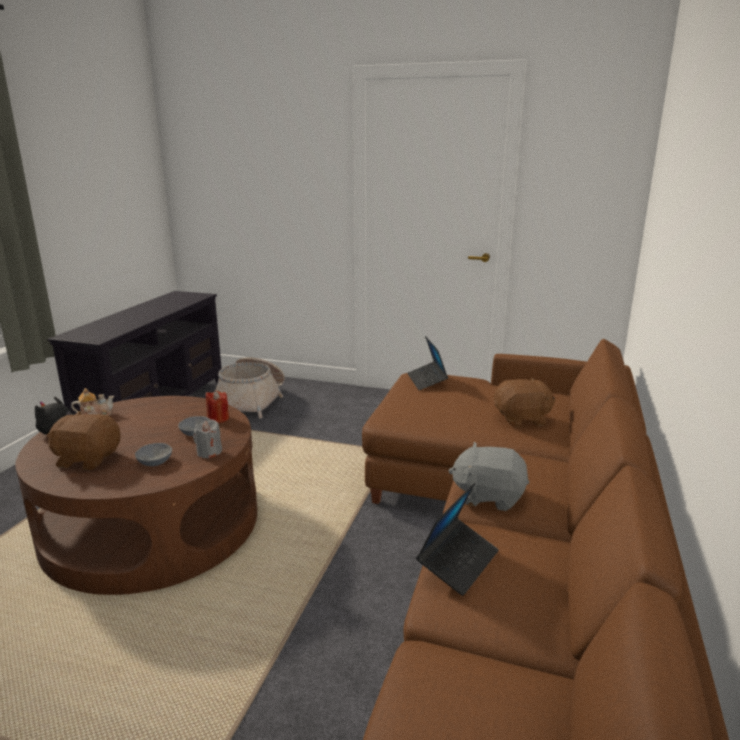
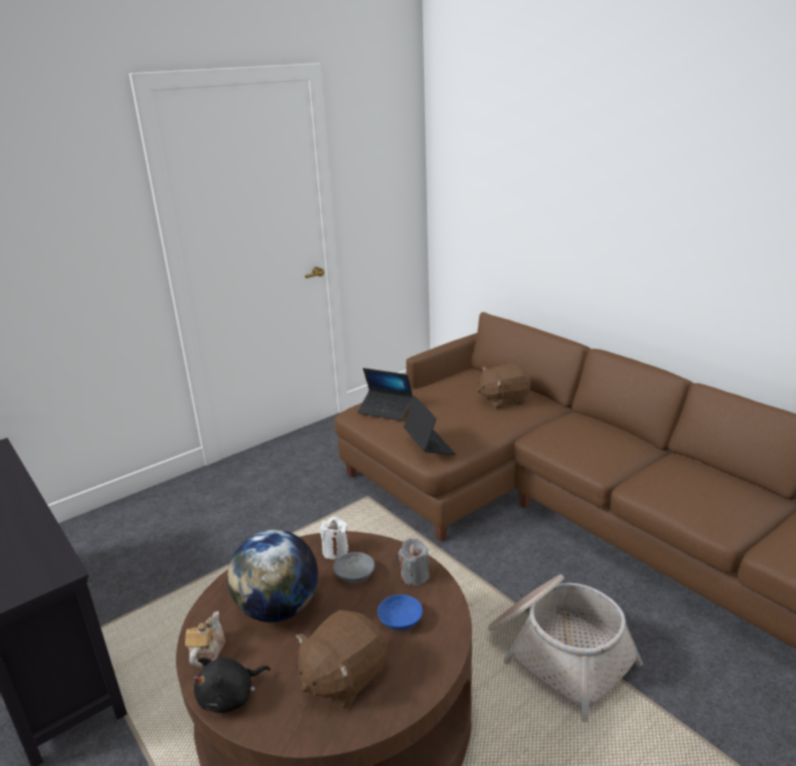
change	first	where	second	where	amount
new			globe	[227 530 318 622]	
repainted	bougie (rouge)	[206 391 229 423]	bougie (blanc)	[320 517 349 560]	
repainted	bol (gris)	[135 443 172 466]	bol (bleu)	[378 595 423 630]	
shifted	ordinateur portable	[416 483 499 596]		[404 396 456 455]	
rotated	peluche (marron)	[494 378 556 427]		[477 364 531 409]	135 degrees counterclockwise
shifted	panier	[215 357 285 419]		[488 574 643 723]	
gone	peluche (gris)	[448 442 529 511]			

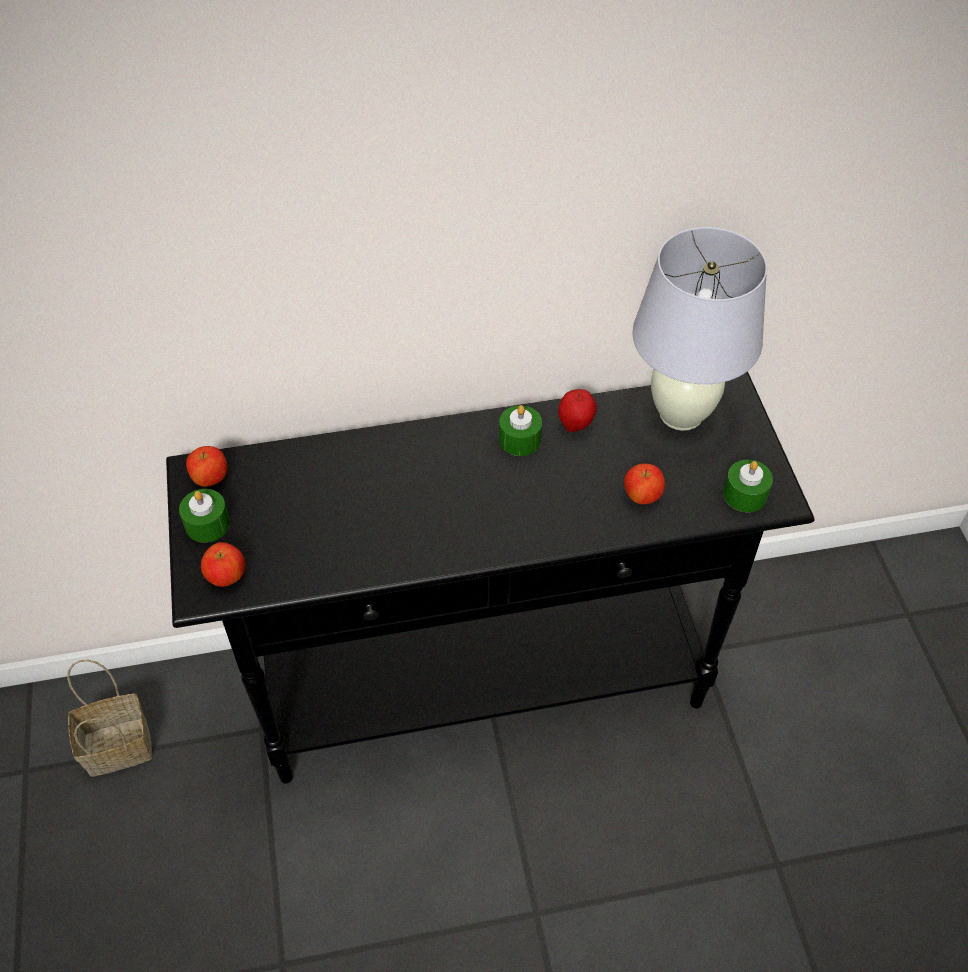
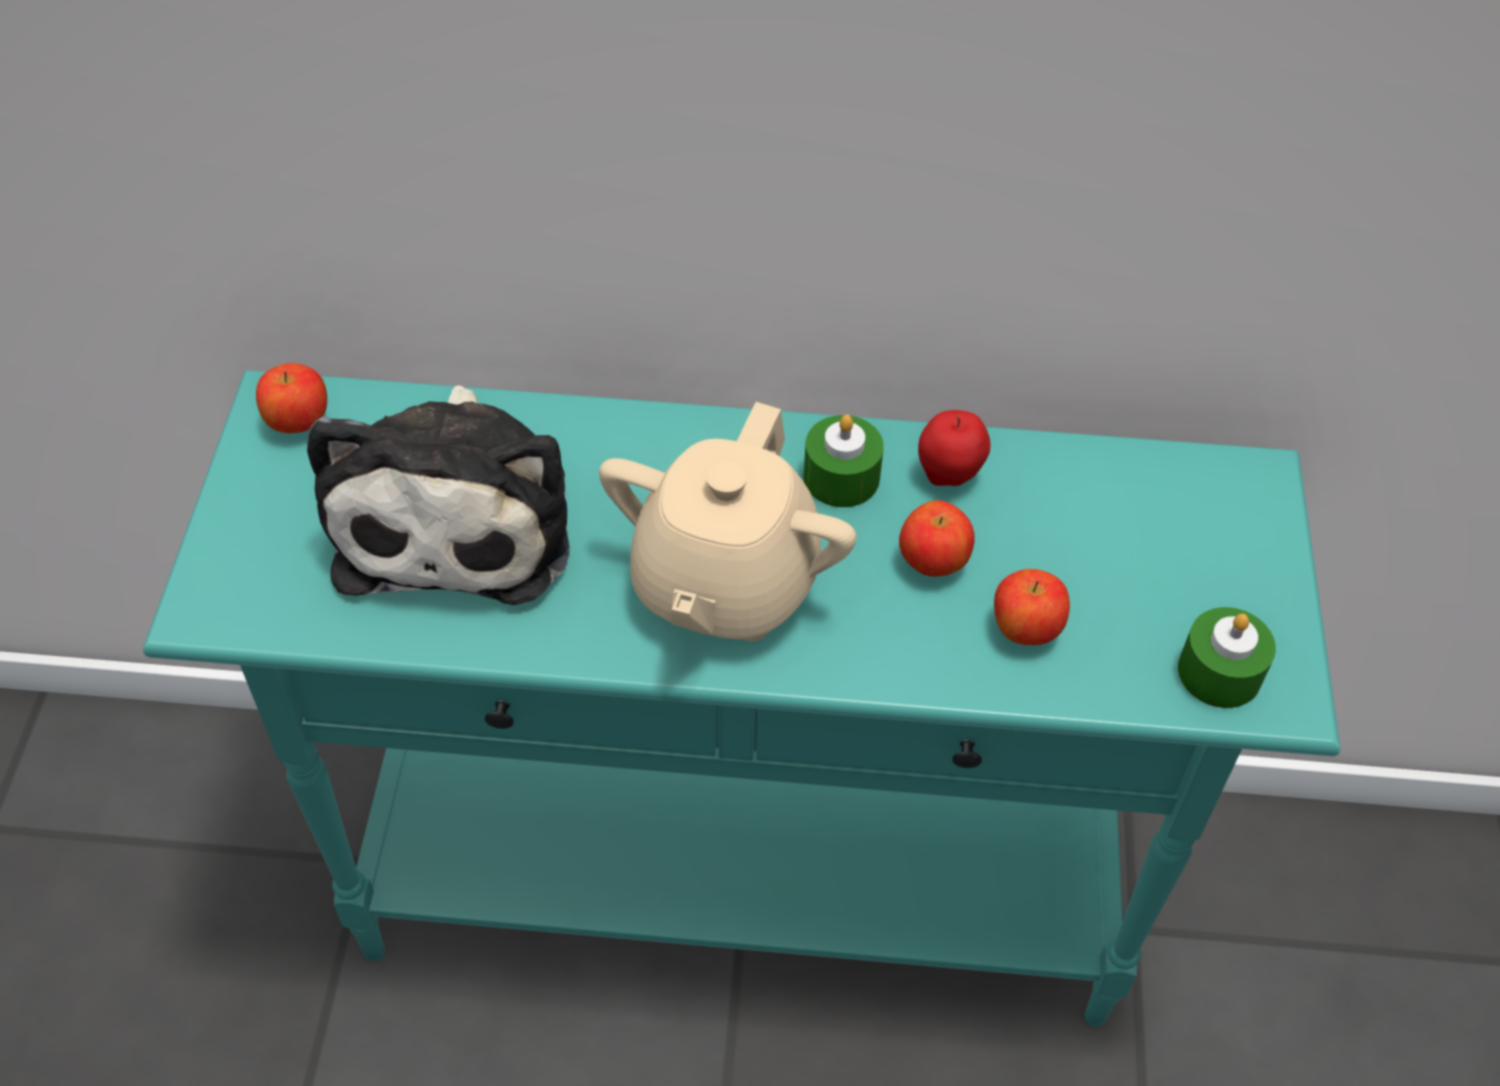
change	first	where	second	where	amount
repainted	table console (noir)	[166 371 815 784]	table console (turquoise)	[143 370 1340 1027]	
new			peluche	[307 386 570 605]	
new			théière (beige)	[599 402 857 641]	
shifted	pomme	[201 542 245 587]		[899 500 975 577]	
gone	panier	[67 659 152 777]			
gone	bougie (vert)	[179 489 230 543]			
gone	lampe de table (blanc)	[632 227 767 431]			

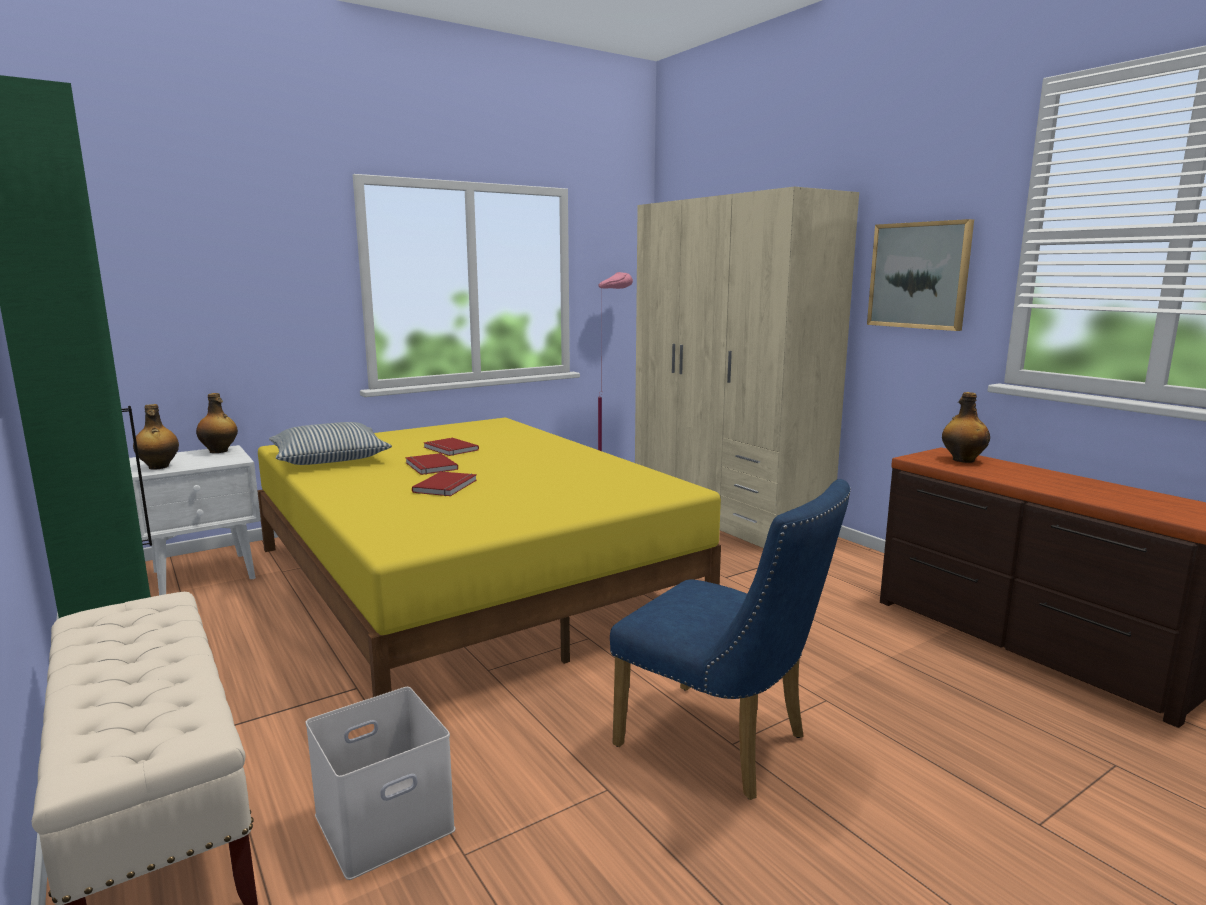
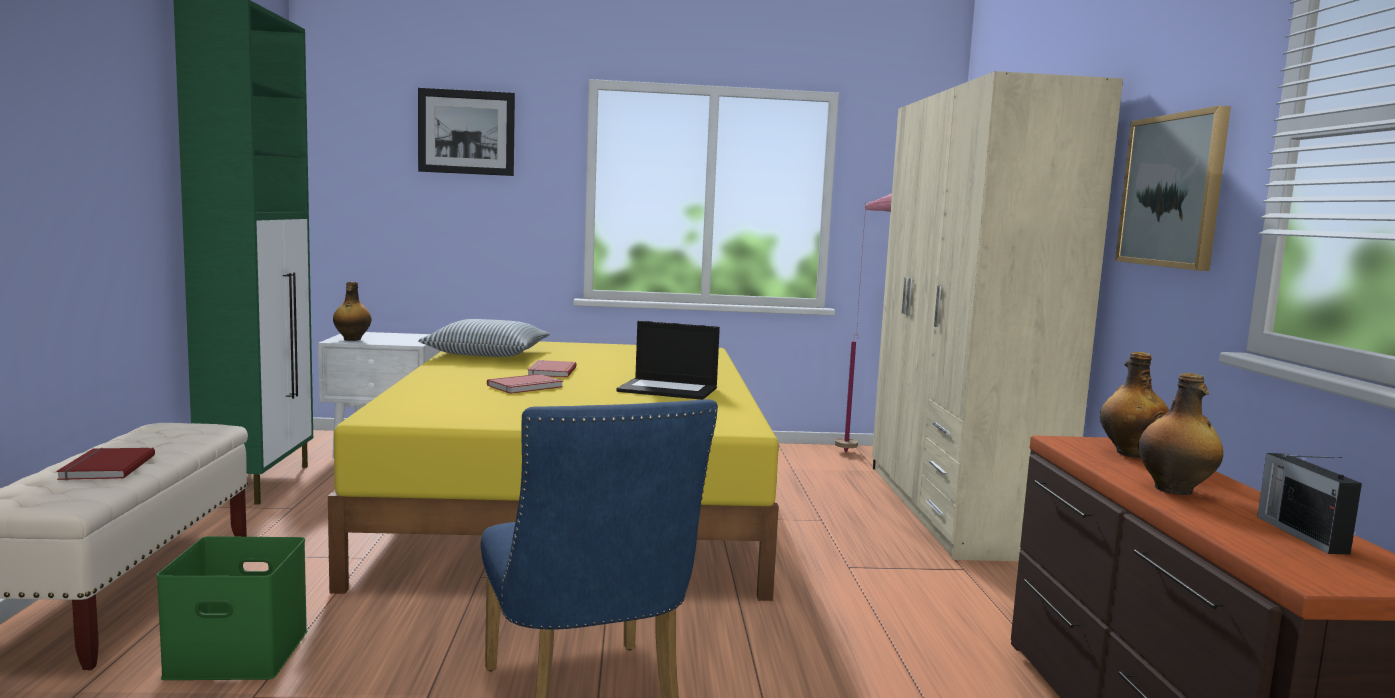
change	first	where	second	where	amount
shifted	livre (rouge)	[423 438 479 456]		[56 448 155 480]	
repainted	boîte de rangement (blanc)	[306 687 455 880]	boîte de rangement (vert)	[156 536 308 680]	
new			tableau	[418 88 515 176]	
new			ordinateur portable	[616 321 720 400]	
shifted	bouteille	[196 393 238 453]		[1138 373 1223 495]	
new			radio	[1257 453 1362 554]	

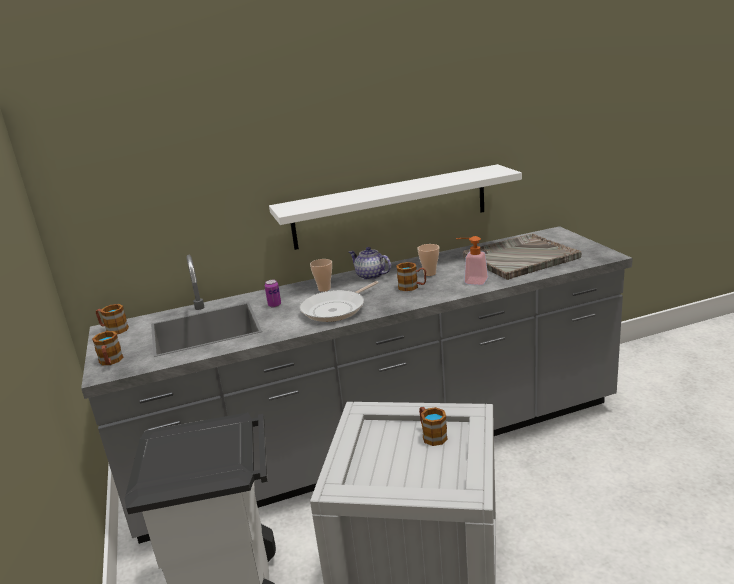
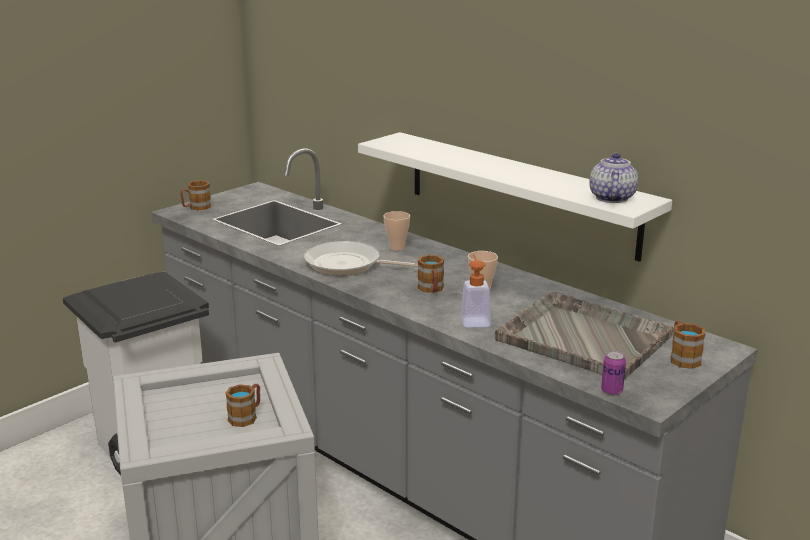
change	first	where	second	where	amount
shifted	théière	[349 247 391 280]		[590 153 638 203]	
shifted	boîte métallique	[265 280 281 307]		[601 351 626 395]	
shifted	mug	[96 304 129 334]		[671 321 705 369]	

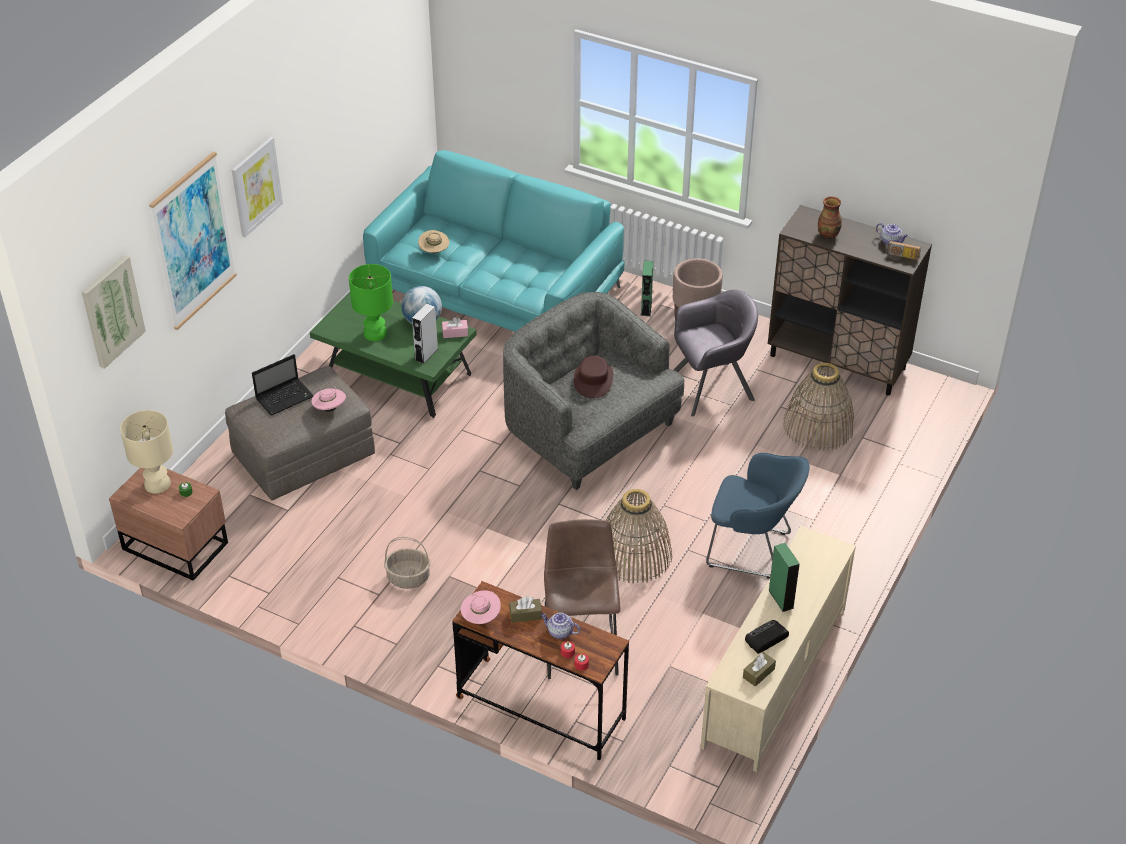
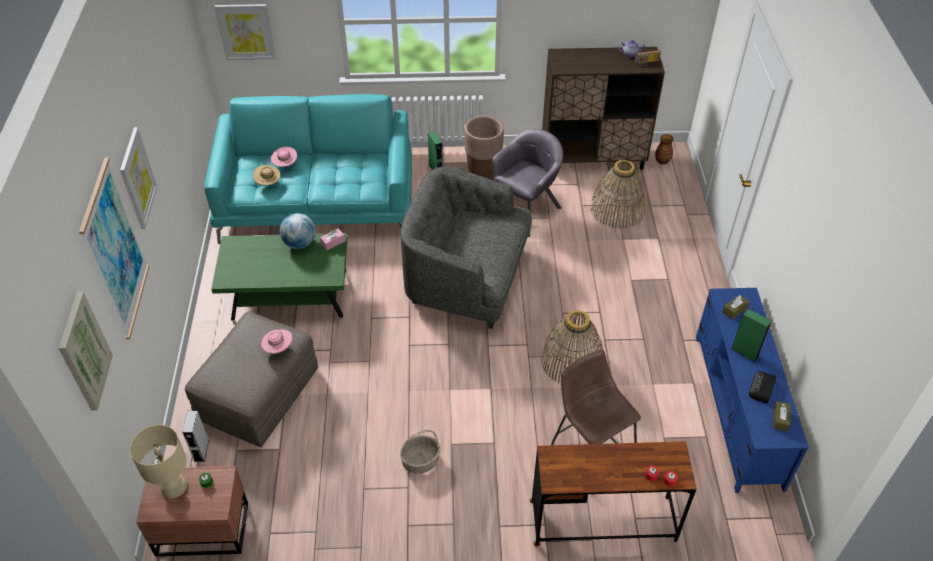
change	first	where	second	where	amount
shifted	enceinte (gris)	[412 303 438 364]		[182 411 209 462]	
new			tableau	[214 4 276 60]	
shifted	chapeau (rose)	[461 590 501 624]		[271 146 297 167]	
shifted	vase	[818 196 842 239]		[655 134 673 164]	
repainted	meuble télé (beige)	[700 526 856 772]	meuble télé (bleu)	[696 288 809 493]	
shifted	boîte à mouchoirs (marron)	[509 596 542 623]		[722 295 750 320]	
gone	ordinateur portable	[252 354 314 416]			
gone	lampe de table (vert)	[349 264 393 341]			
gone	théière	[541 613 580 639]			
gone	chapeau (marron)	[574 356 613 398]			
gone	fauteuil (bleu)	[706 453 810 579]			

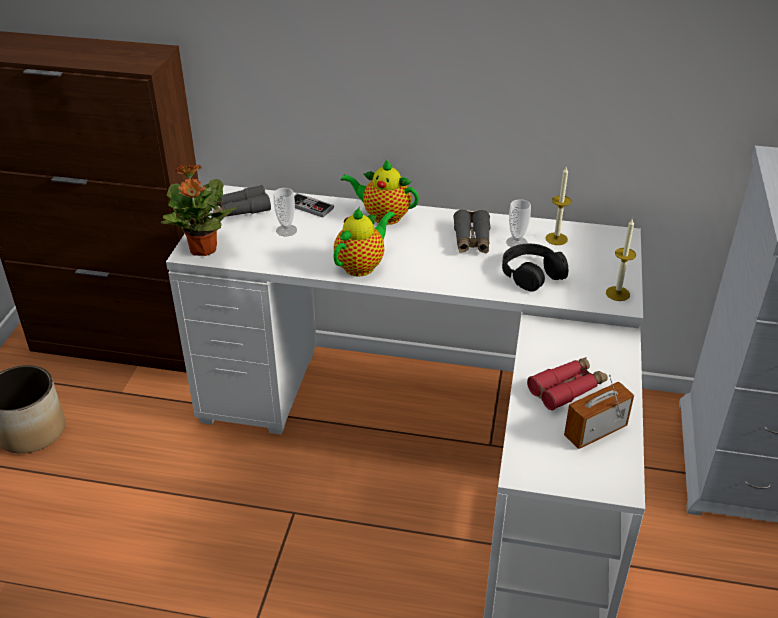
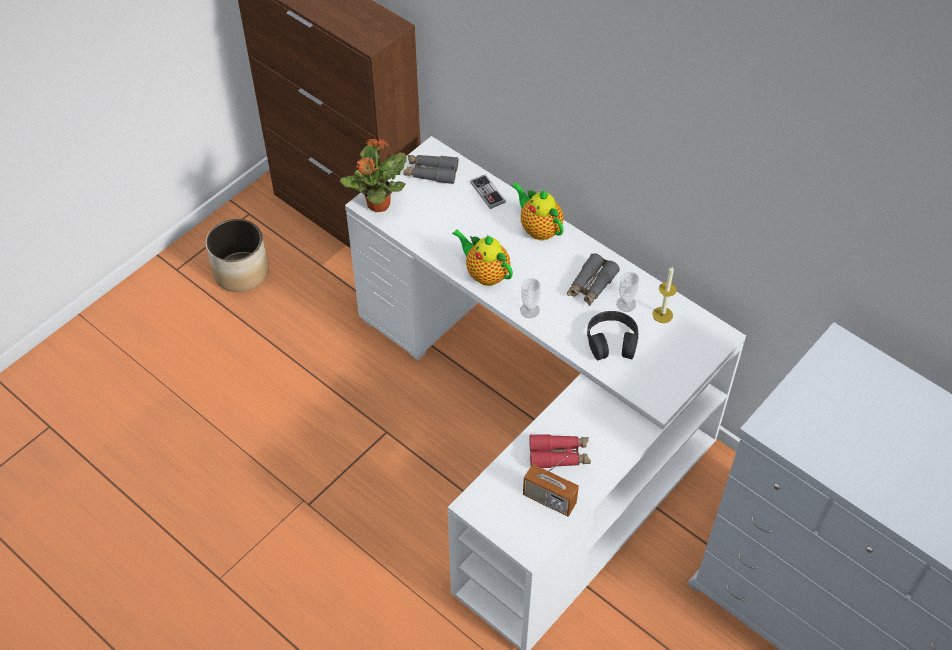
change	first	where	second	where	amount
rotated	théière	[333 207 395 277]		[452 229 513 286]	120 degrees counterclockwise
shifted	tasse	[273 188 297 236]		[520 278 541 318]	
rotated	radio	[564 375 634 449]		[523 456 579 517]	150 degrees counterclockwise
gone	bougie	[606 218 636 301]			

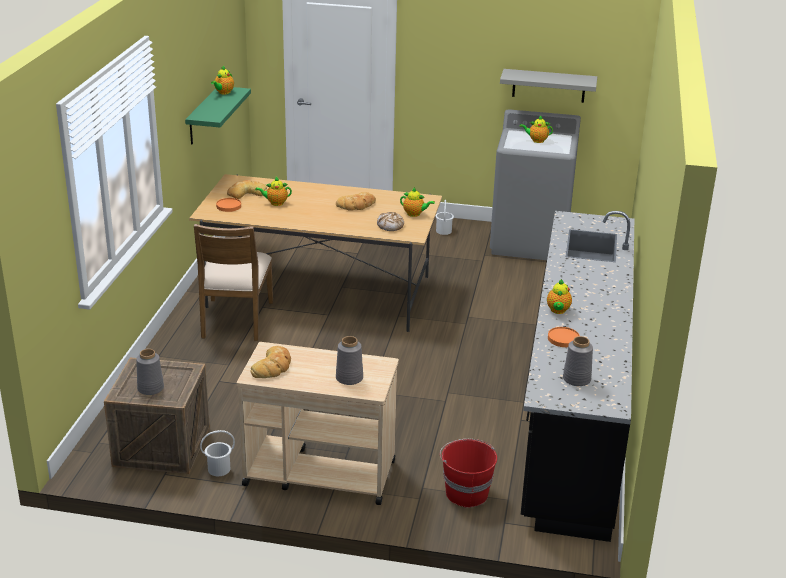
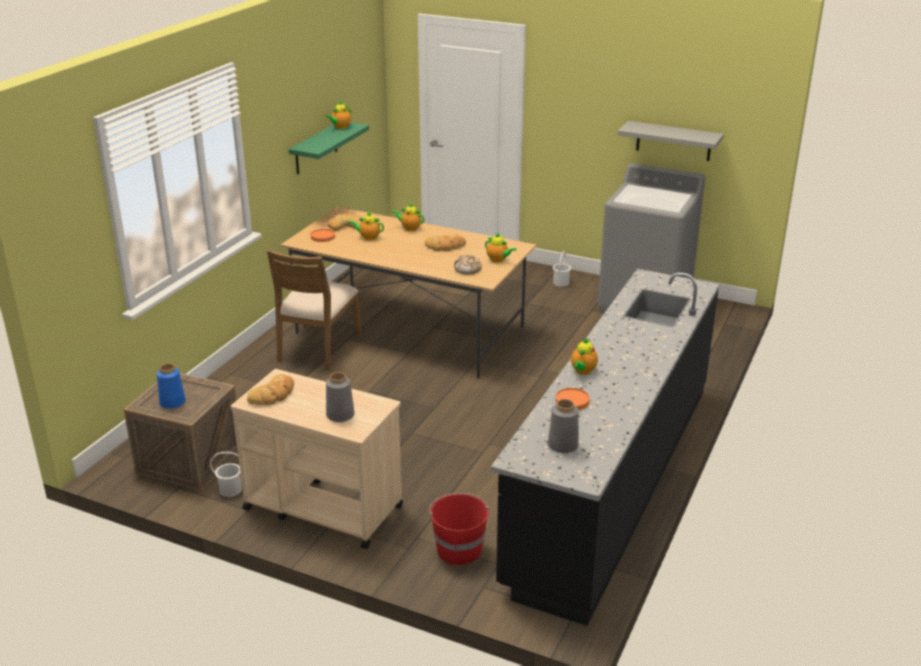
change	first	where	second	where	amount
repainted	vase (gris)	[136 349 164 395]	vase (bleu)	[157 363 186 409]	
shifted	théière	[520 115 553 143]		[391 202 424 231]	

